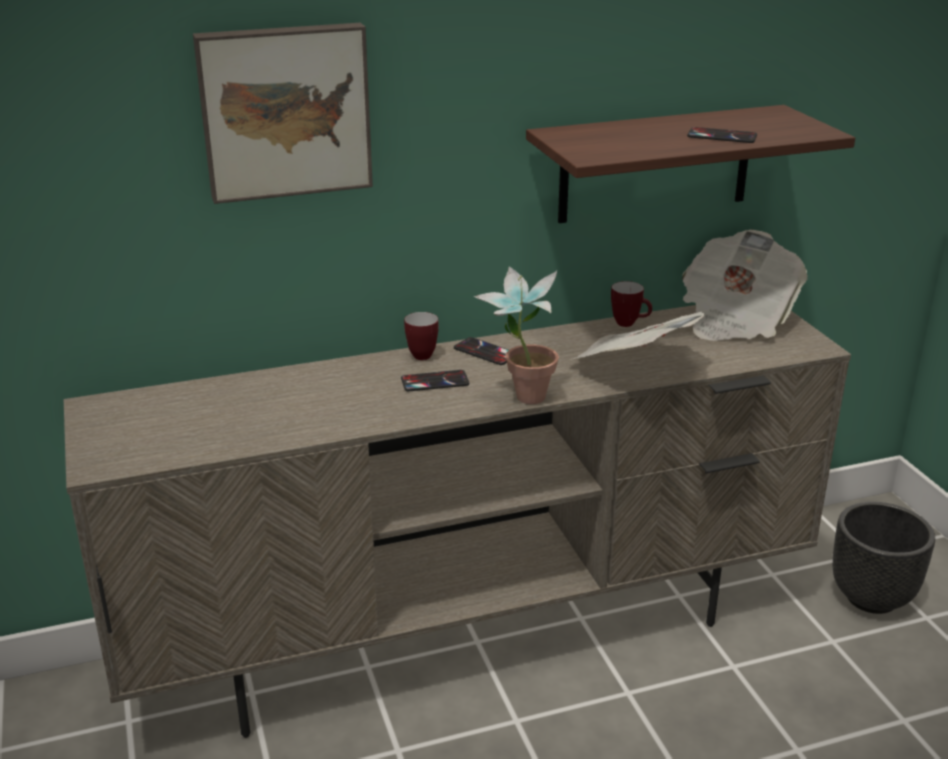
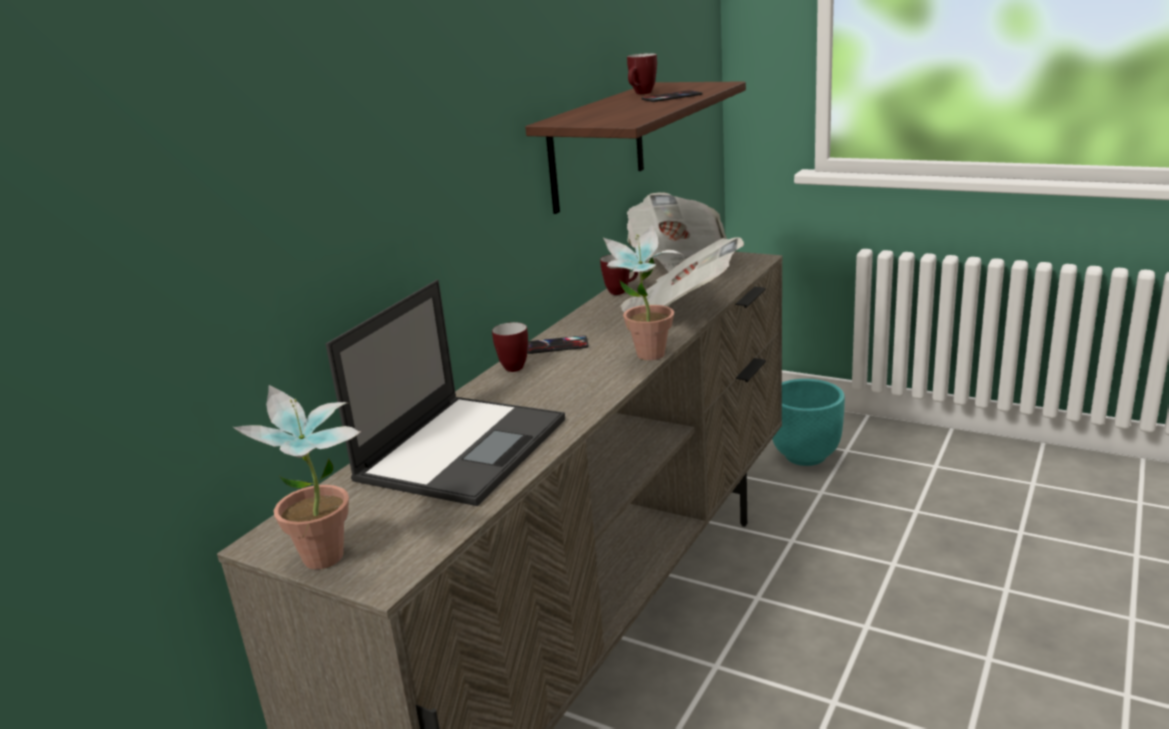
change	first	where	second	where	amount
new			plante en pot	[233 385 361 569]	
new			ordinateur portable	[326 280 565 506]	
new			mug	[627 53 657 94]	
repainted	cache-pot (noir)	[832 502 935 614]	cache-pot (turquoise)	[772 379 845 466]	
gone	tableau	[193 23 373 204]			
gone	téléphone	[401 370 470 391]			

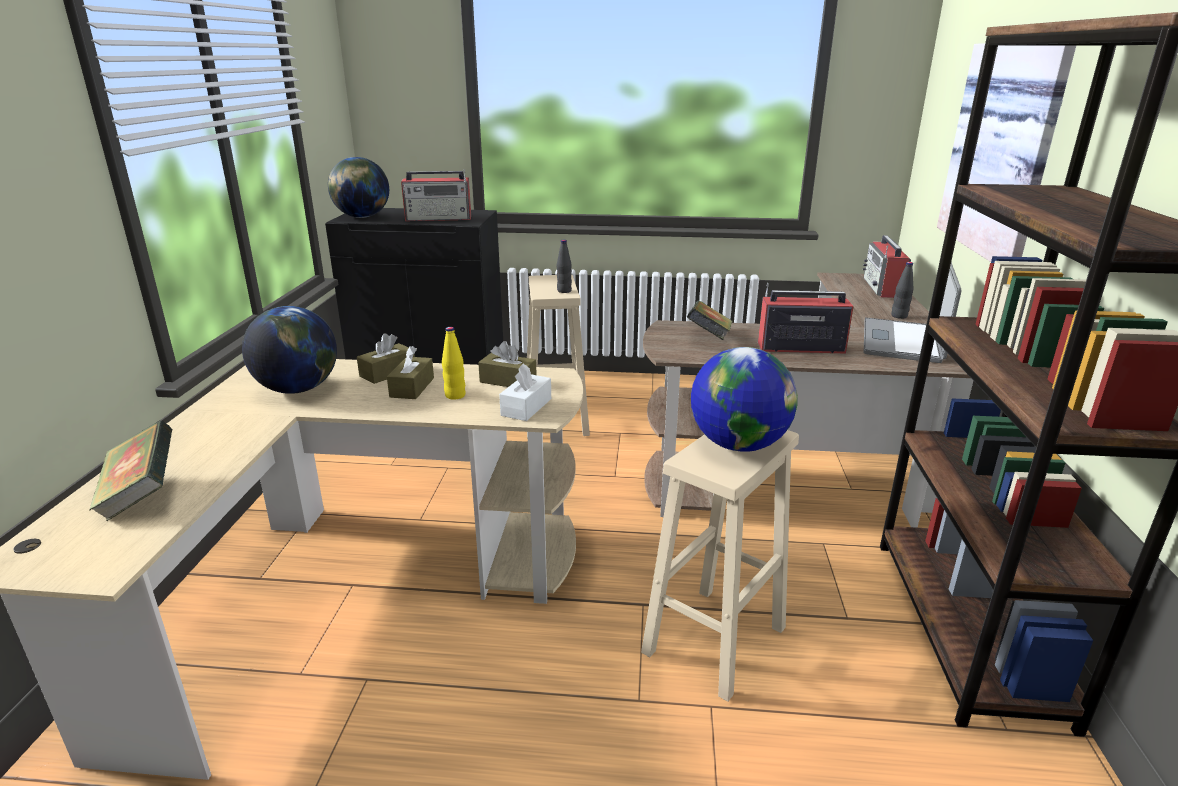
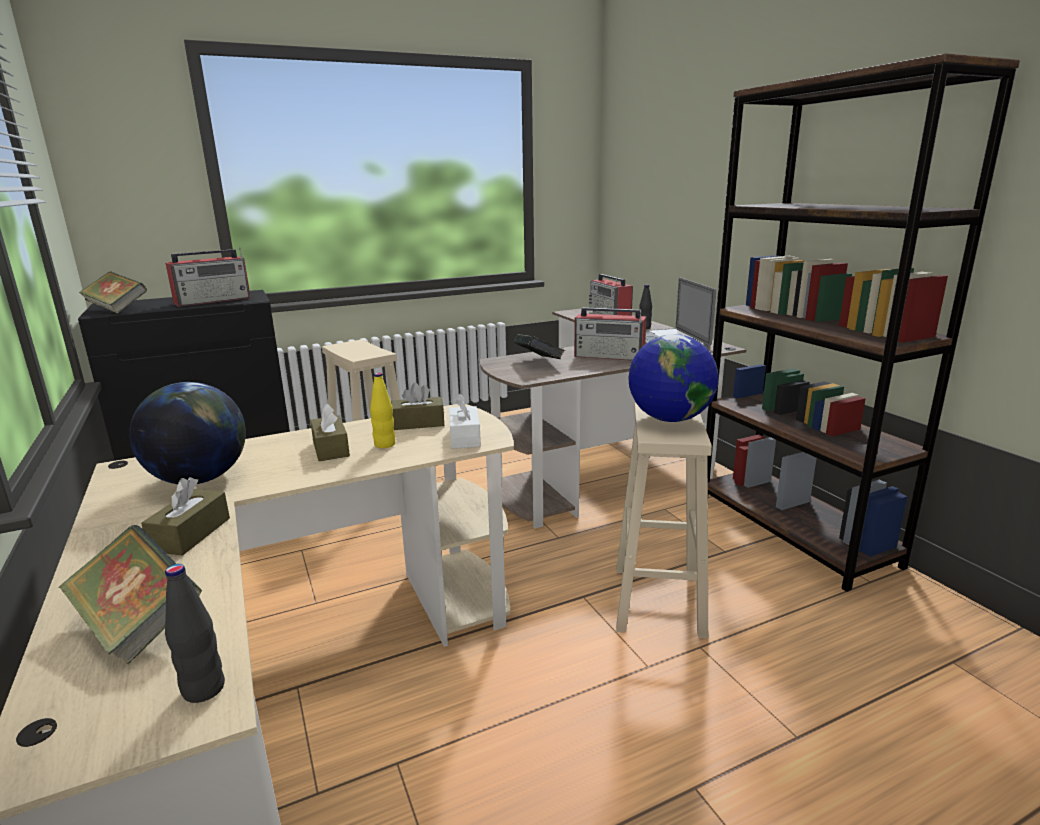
change	first	where	second	where	amount
swapped	globe	[328 157 389 218]	livre	[79 271 147 314]	
shifted	boîte à mouchoirs (marron)	[357 333 415 384]		[141 477 230 555]	
shifted	bouteille (noir)	[557 240 572 293]		[165 564 225 703]	
rotated	radio	[758 283 854 354]		[574 307 647 361]	135 degrees counterclockwise
gone	tableau	[937 43 1076 262]			

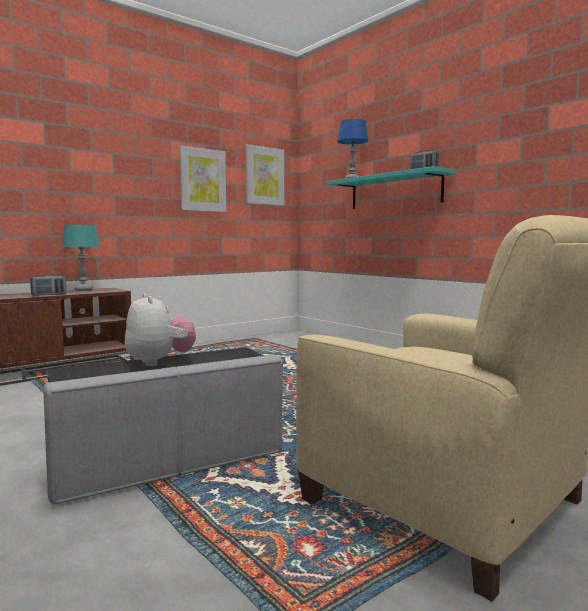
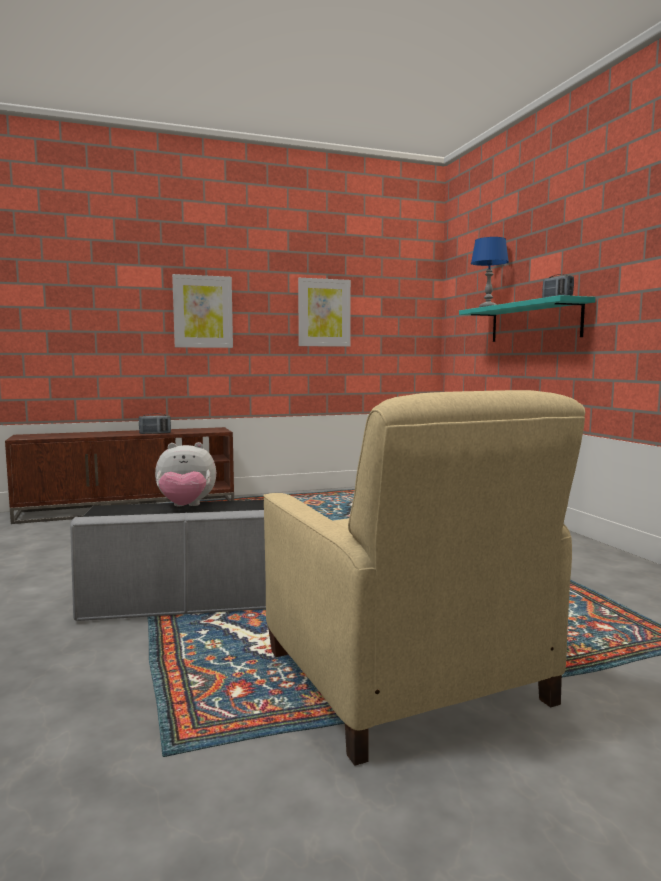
change	first	where	second	where	amount
rotated	peluche	[125 293 196 366]		[155 442 216 506]	90 degrees clockwise
shifted	tableau	[246 144 284 205]		[172 274 233 348]	
gone	lampe de table (turquoise)	[62 225 100 291]			

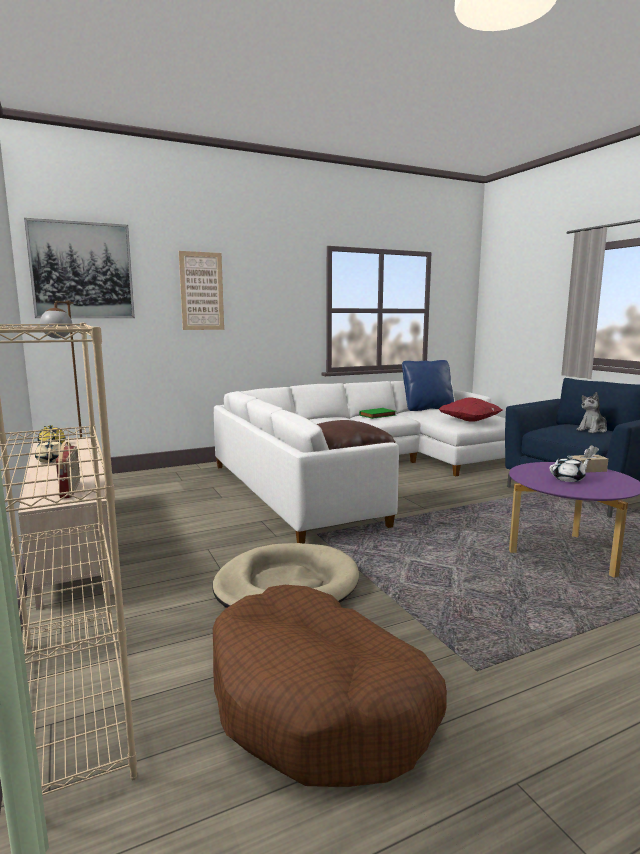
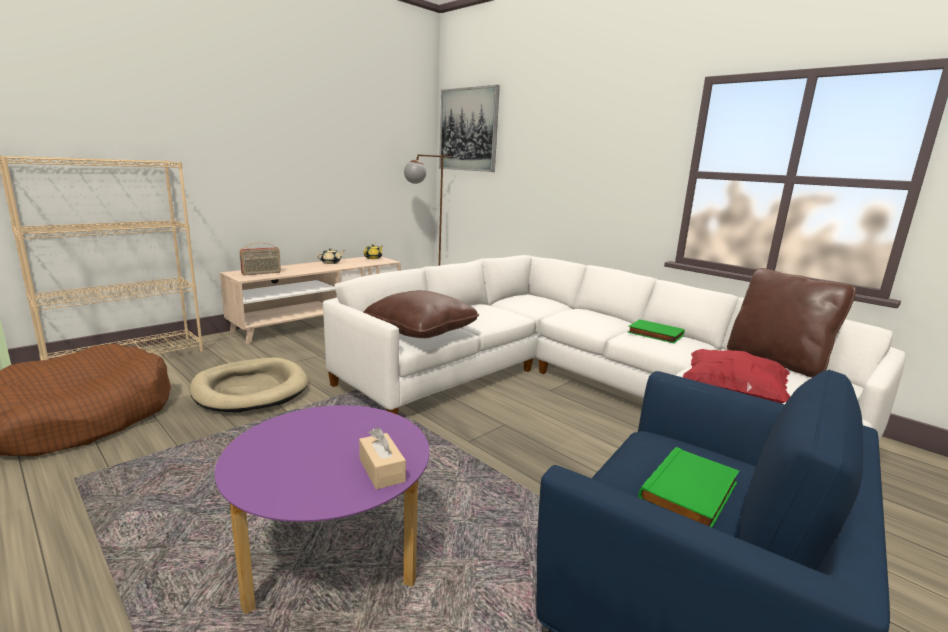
change	first	where	second	where	amount
swapped	peluche	[576 392 607 433]	livre (vert)	[638 447 739 527]	
repainted	coussin (bleu)	[402 360 454 411]	coussin (marron)	[727 268 856 378]	
gone	tableau	[179 251 224 330]			
gone	théière (blanc)	[549 456 591 482]			

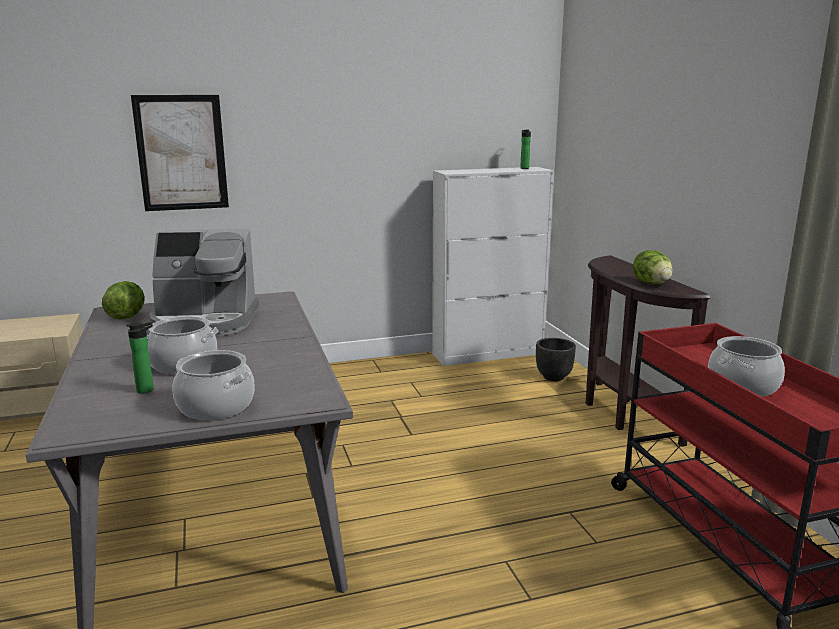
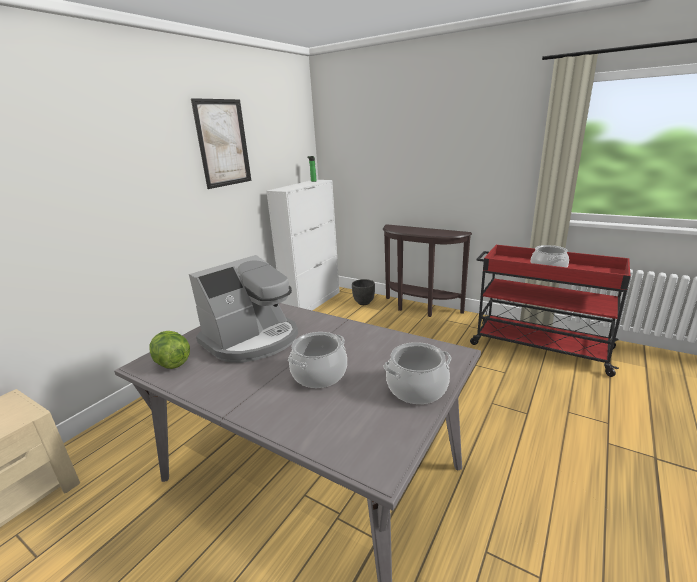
change	first	where	second	where	amount
shifted	tableau	[131 95 229 211]		[191 98 251 189]	
gone	bouteille	[127 322 154 394]			
gone	laitue	[633 250 673 285]			

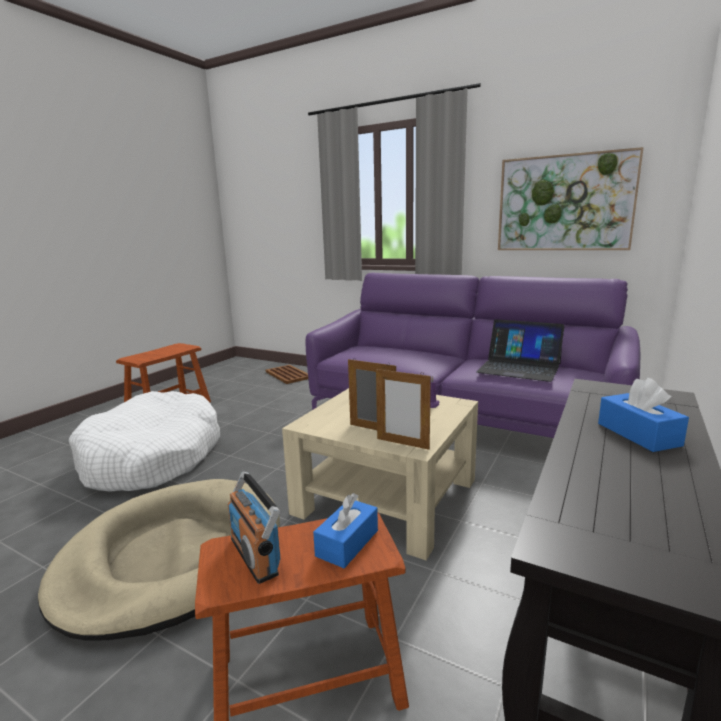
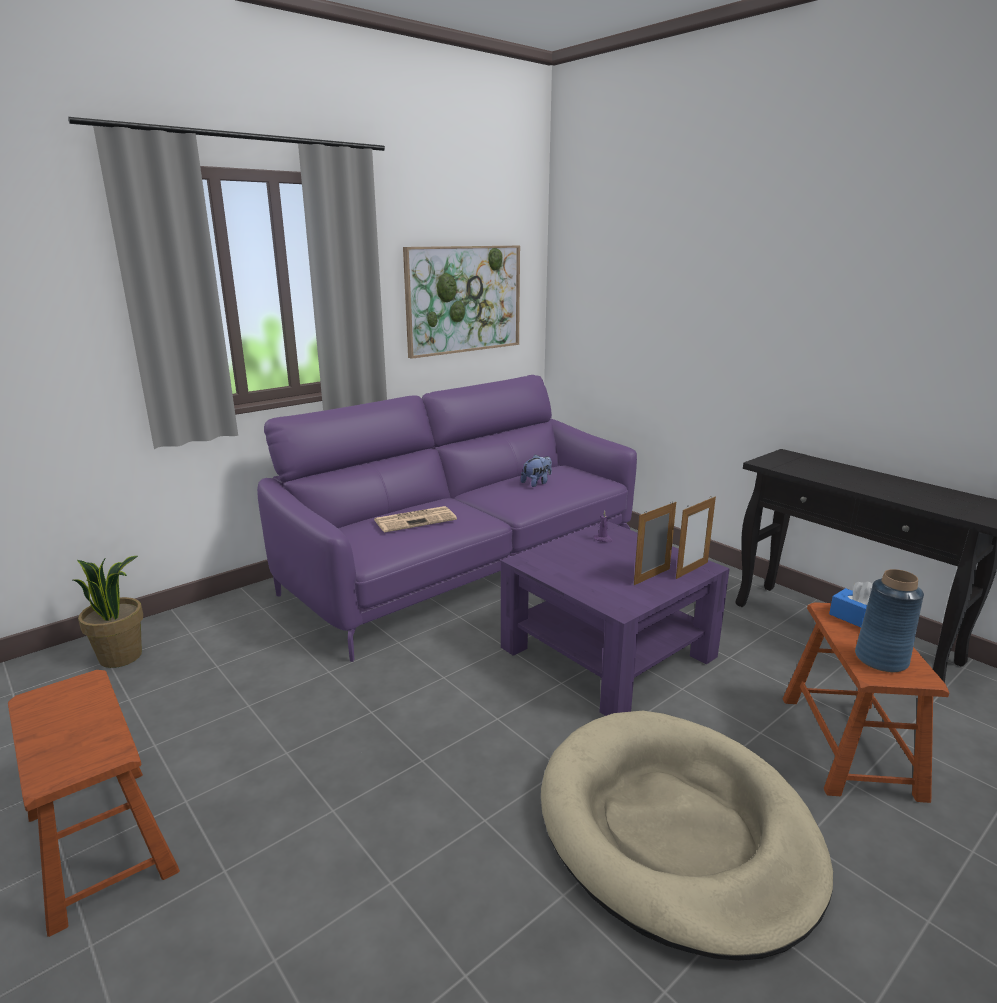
change	first	where	second	where	amount
swapped	plateau (marron)	[266 365 308 384]	plante en pot	[73 556 143 668]	
new			journal	[375 506 457 533]	
repainted	table basse (beige)	[282 388 478 561]	table basse (violet)	[501 521 730 716]	
swapped	ordinateur portable	[476 319 564 382]	peluche	[521 455 552 487]	
swapped	radio	[228 472 280 584]	vase (bleu)	[855 569 924 672]	
gone	panier pour chien (blanc)	[69 391 220 492]			
gone	boîte à mouchoirs (bleu)	[598 378 689 452]			

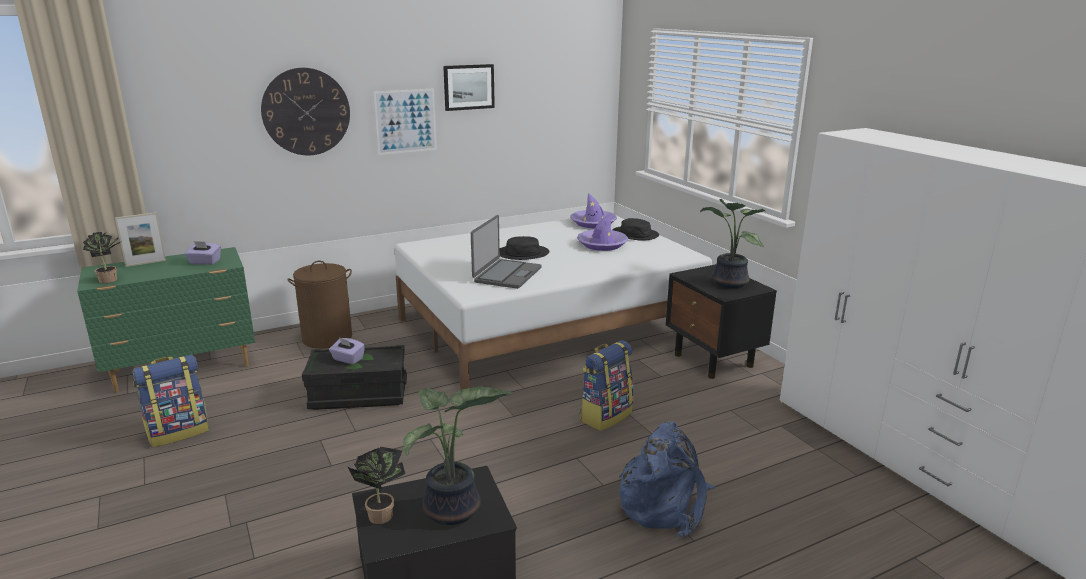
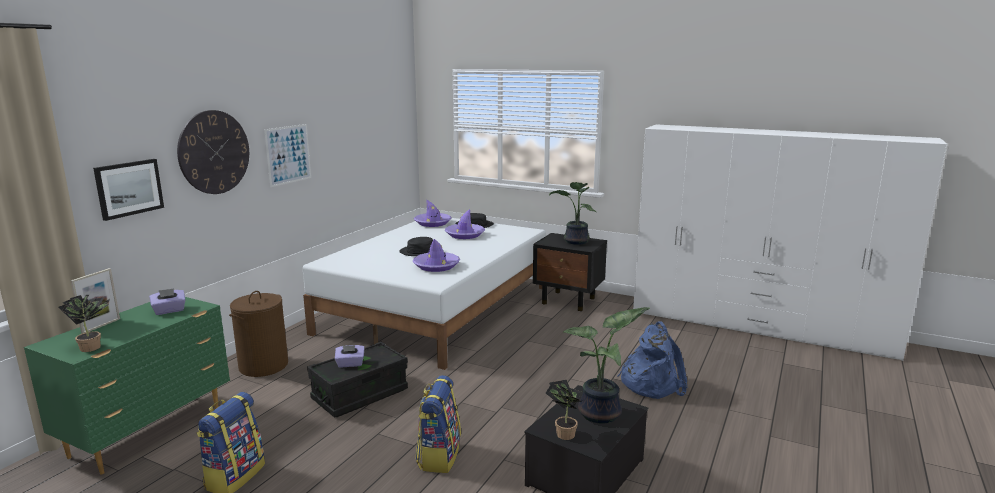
change	first	where	second	where	amount
shifted	tableau	[443 64 495 111]		[93 159 164 221]	
swapped	ordinateur portable	[471 215 542 289]	chapeau (violet)	[413 239 460 272]	
shifted	sac à dos	[580 340 633 431]		[416 375 461 473]	

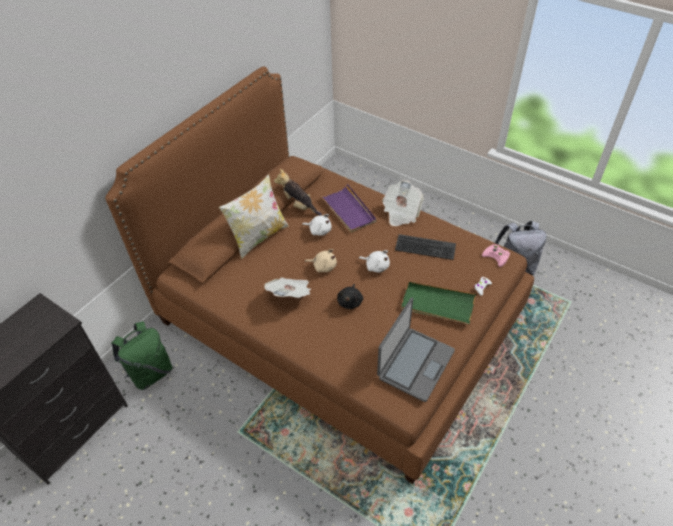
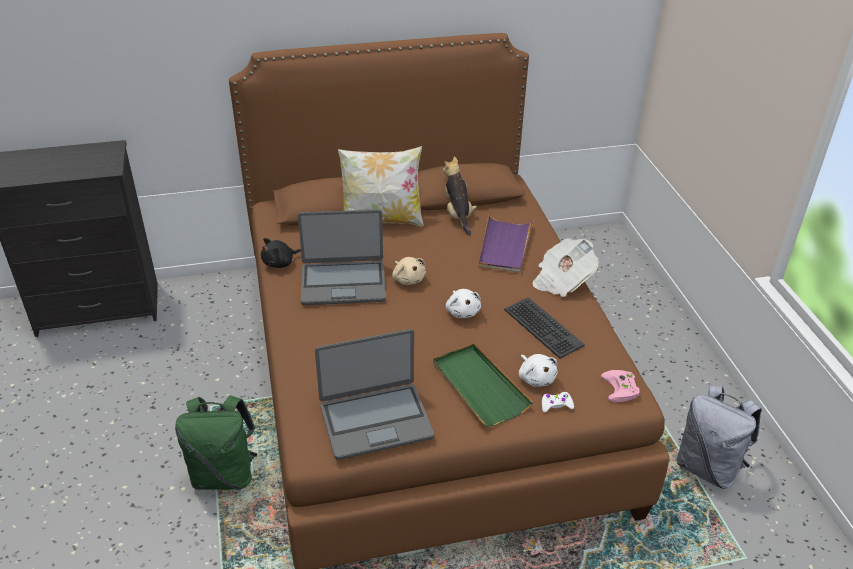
change	first	where	second	where	amount
shifted	sac à dos (vert)	[111 321 173 390]		[175 395 257 490]	
shifted	peluche (noir)	[337 284 363 309]		[261 238 301 268]	
swapped	journal	[264 277 311 298]	ordinateur portable	[298 210 386 305]	
shifted	peluche (blanc)	[302 214 332 236]		[519 354 558 387]	

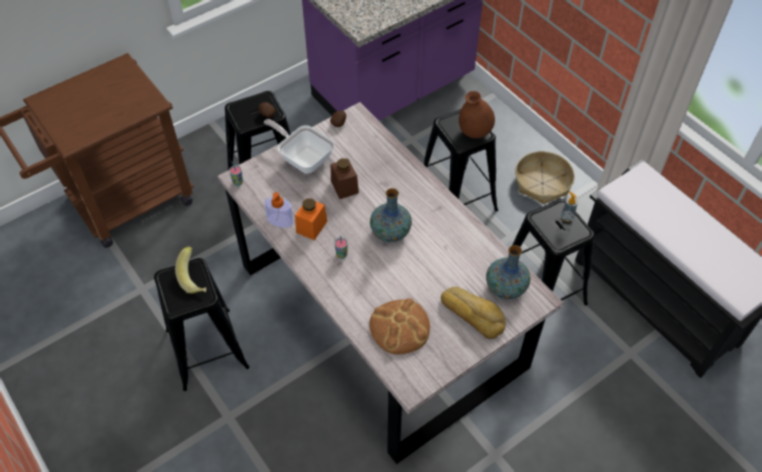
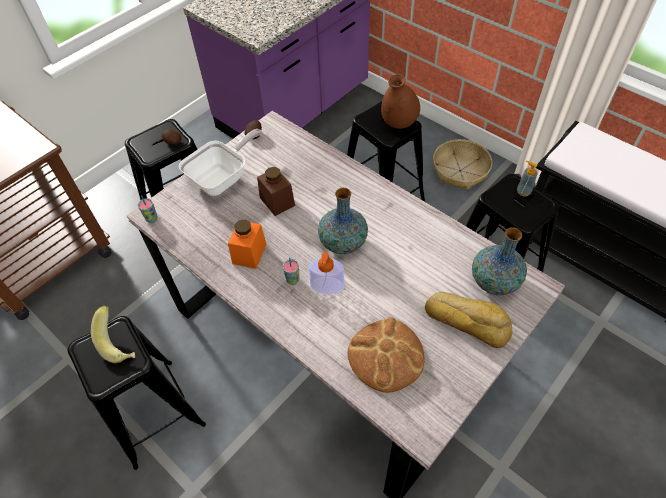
change	first	where	second	where	amount
rotated	poêle	[264 119 335 174]		[179 129 262 196]	105 degrees clockwise
shifted	distributeur de savon	[265 192 293 228]		[308 252 344 294]	

